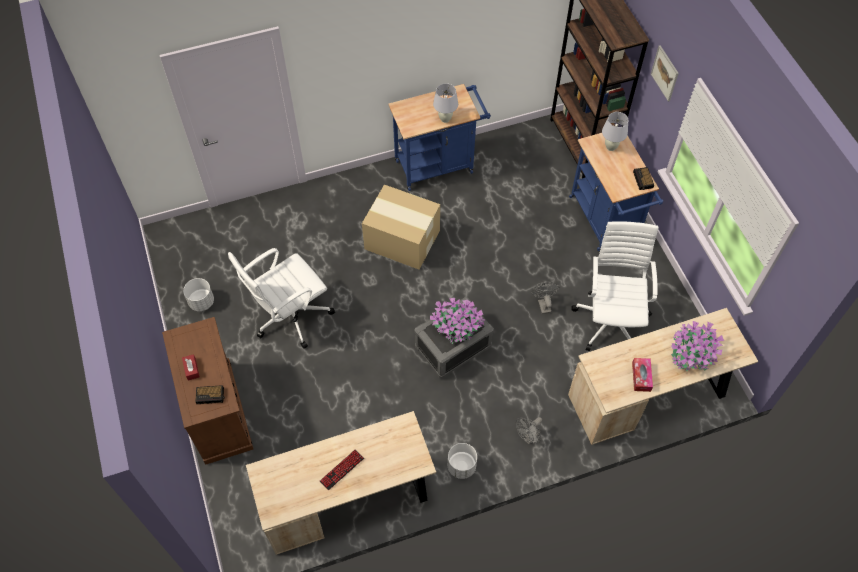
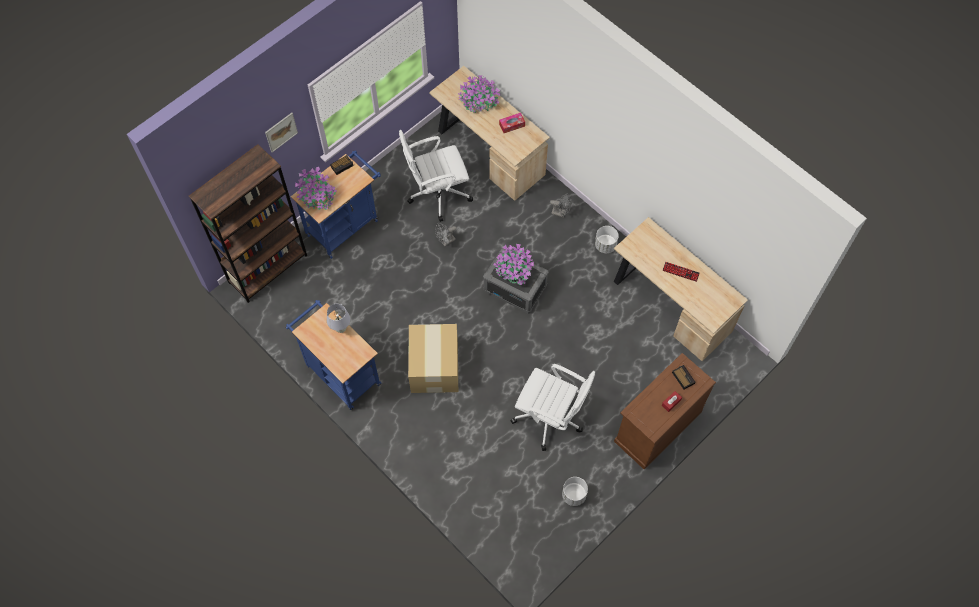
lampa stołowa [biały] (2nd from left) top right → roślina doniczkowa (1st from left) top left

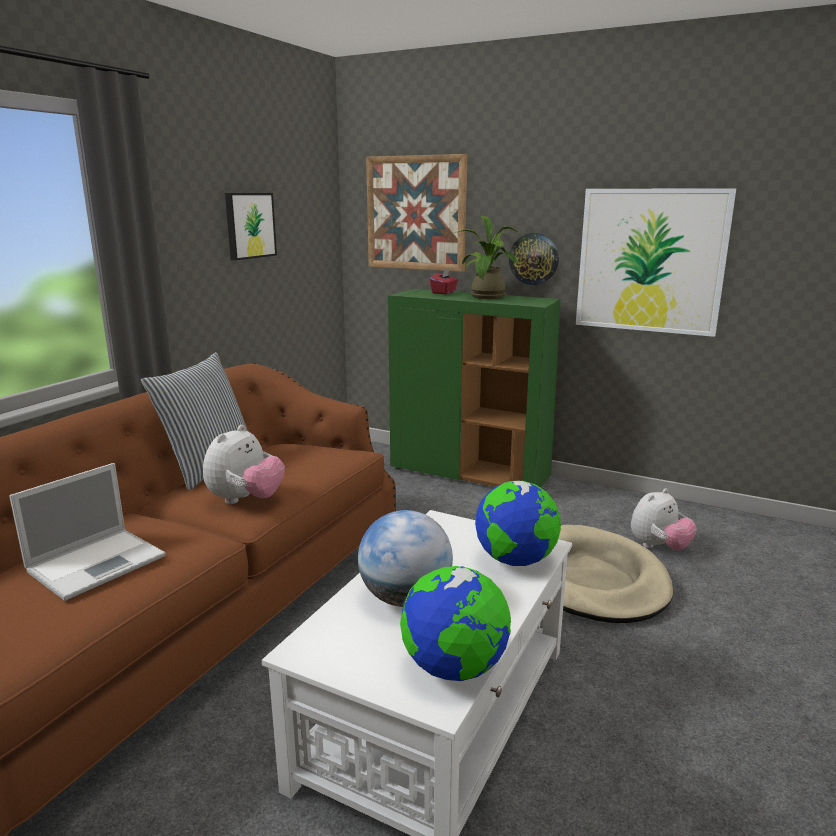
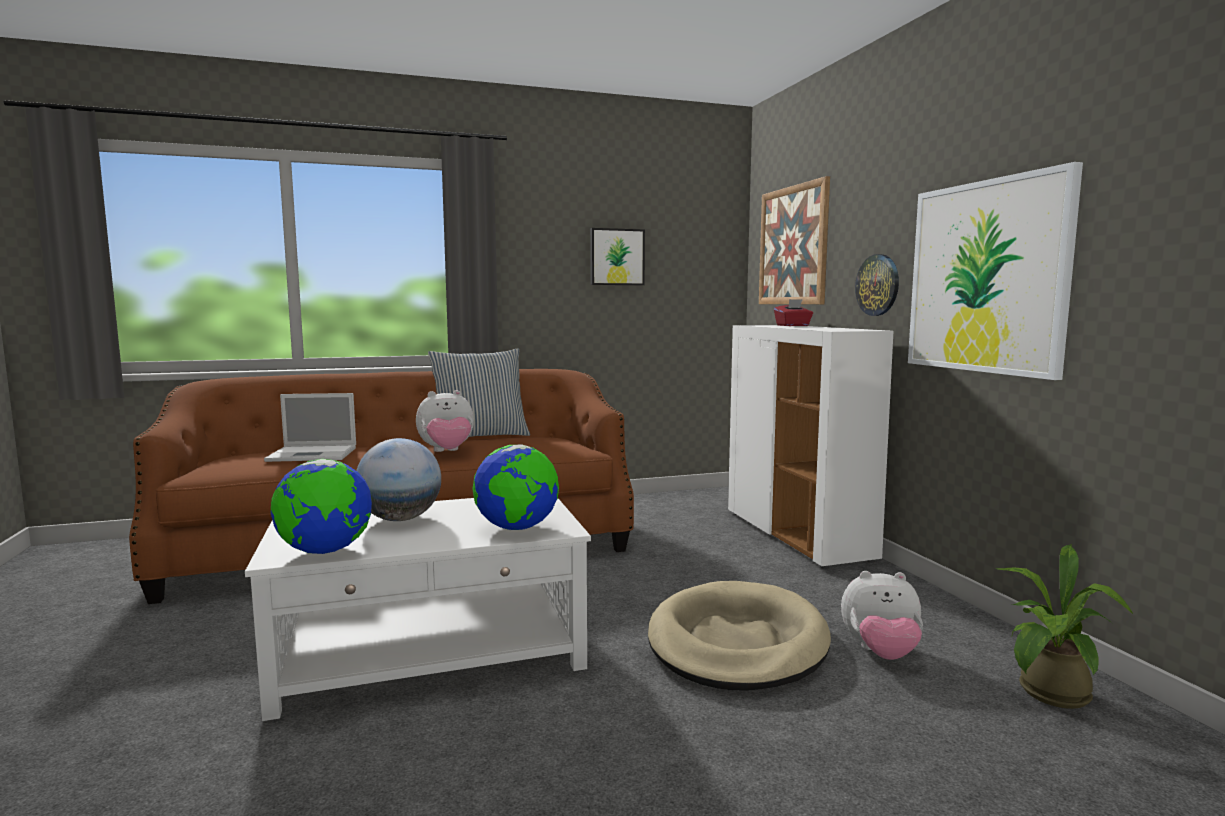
szafka [zielony] centre → szafka [biały] centre
roślina doniczkowa top centre → roślina doniczkowa bottom right, move

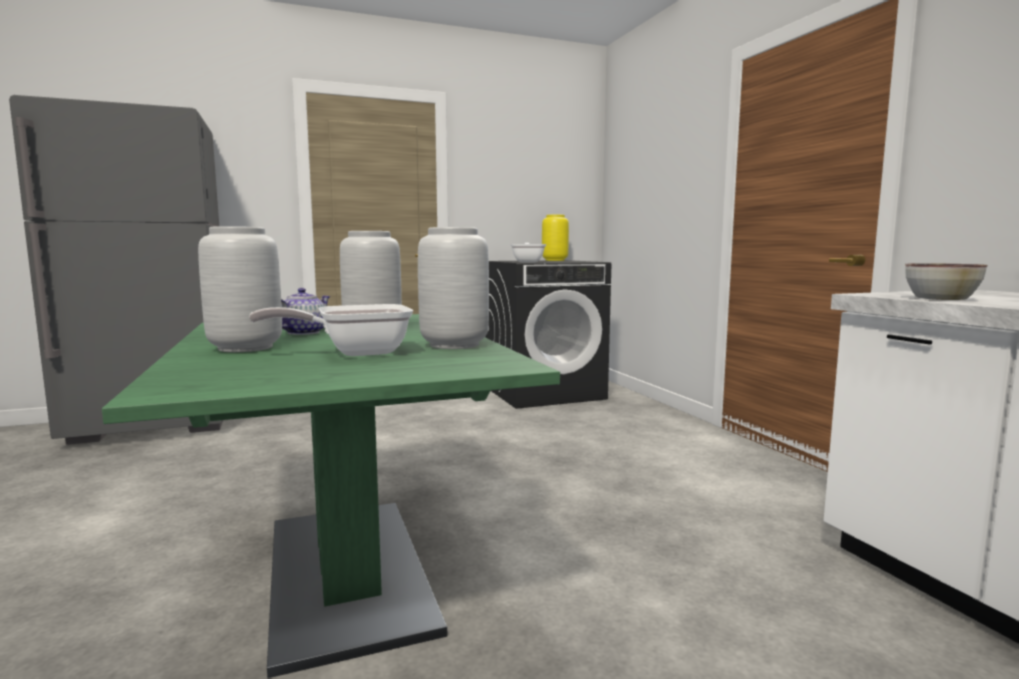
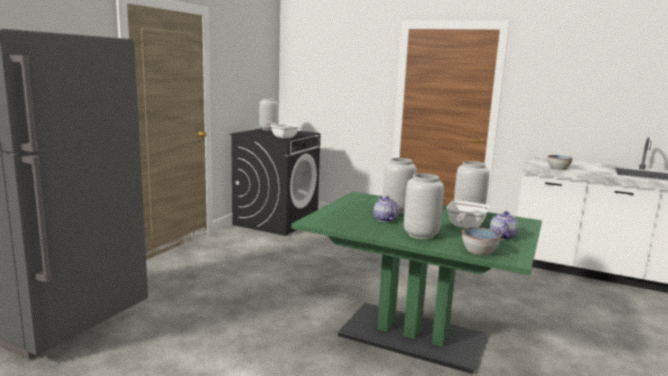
wazon [żółty] centre → wazon [szary] (1st from left) top centre
- → miska (1st from left) middle right
- → imbryk (2nd from left) middle right

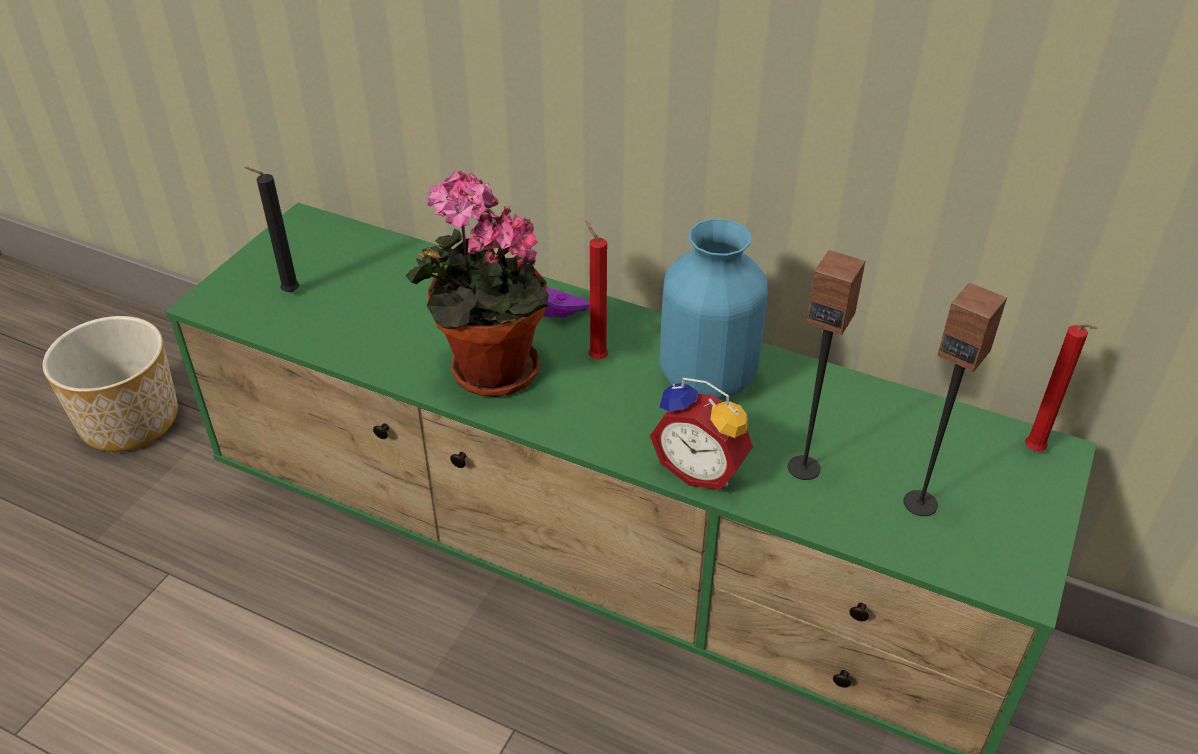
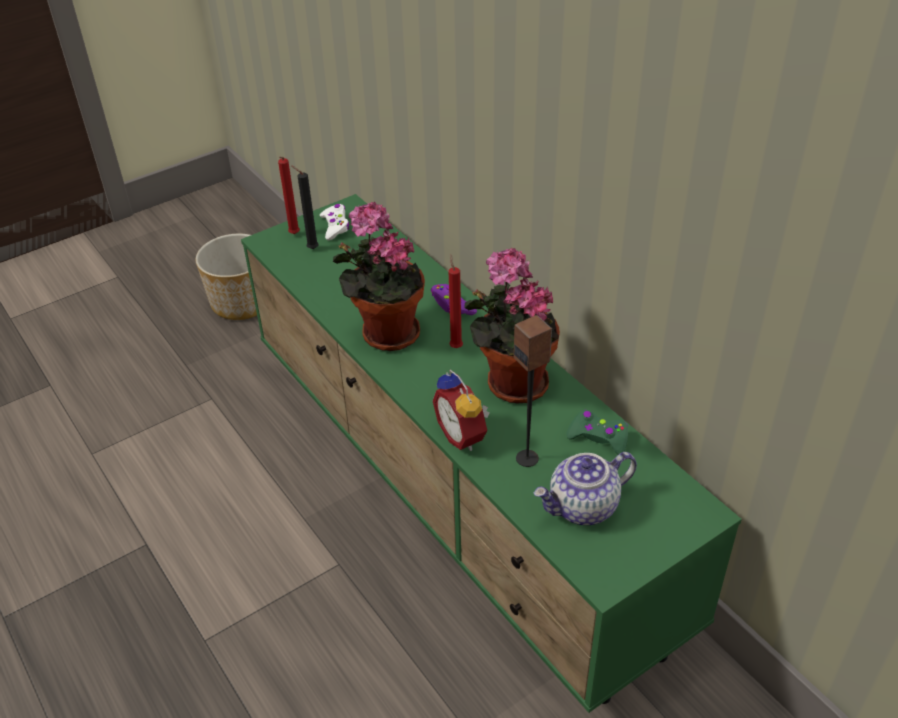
wazon [niebieski] centre → roślina doniczkowa (2nd from left) centre
głośnik (2nd from left) middle right → imbryk bottom centre
świeca [czerwony] (2nd from left in the first image) middle right → świeca [czerwony] (1st from left) top left, move
- → pad do gier [biały] top centre
- → pad do gier [zielony] centre

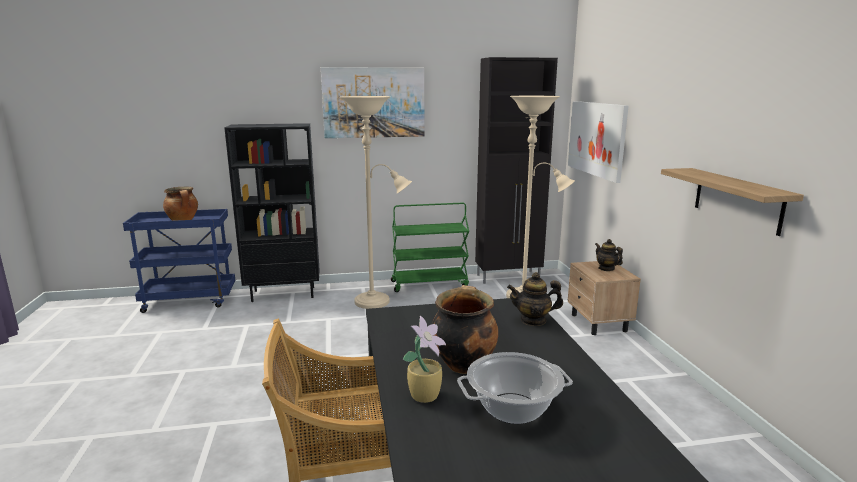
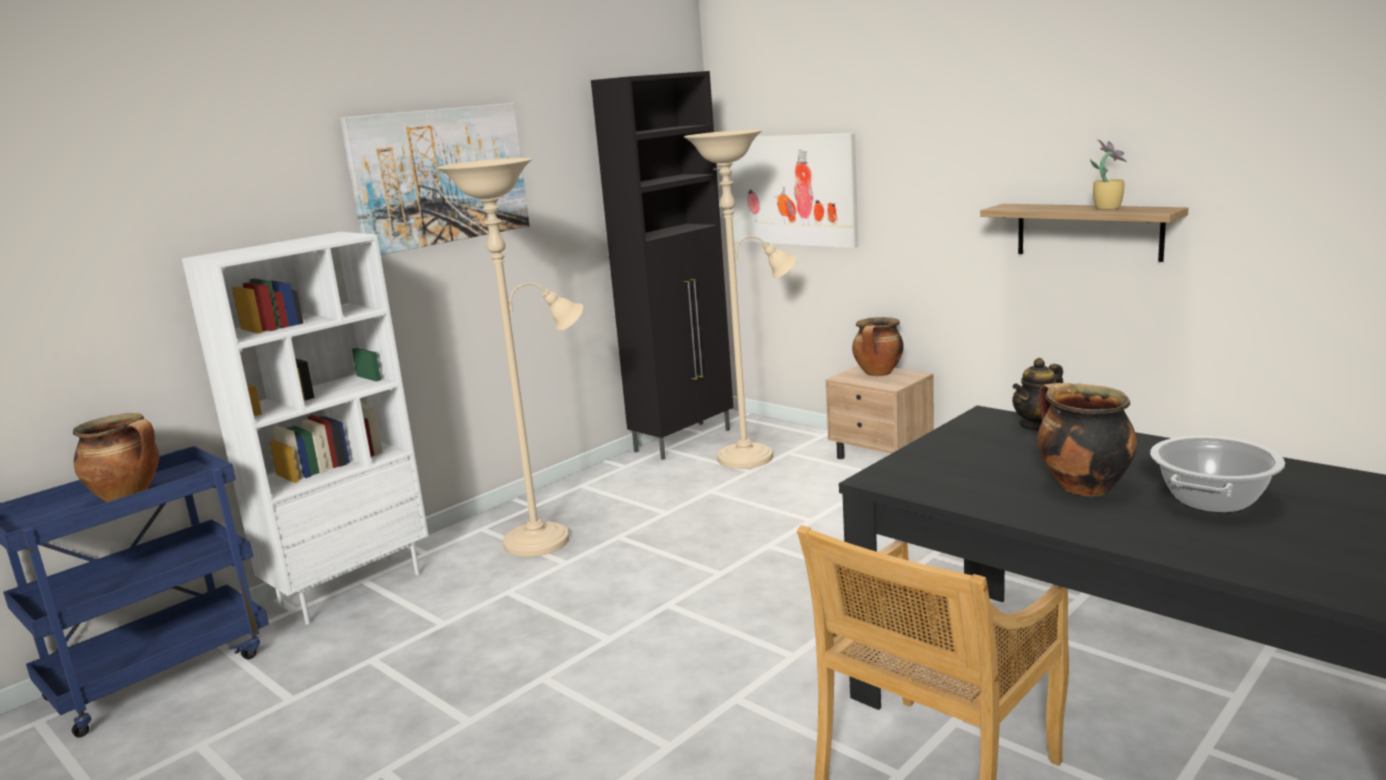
regał [czarny] middle left → regał [biały] middle left
wózek [zielony] centre → -
roślina doniczkowa bottom centre → roślina doniczkowa top right, move
imbryk (2nd from left) middle right → garnek (2nd from left) centre

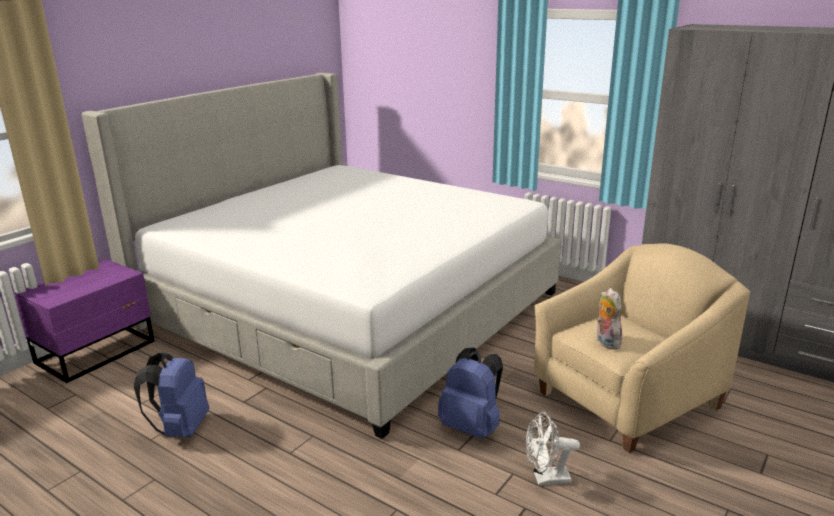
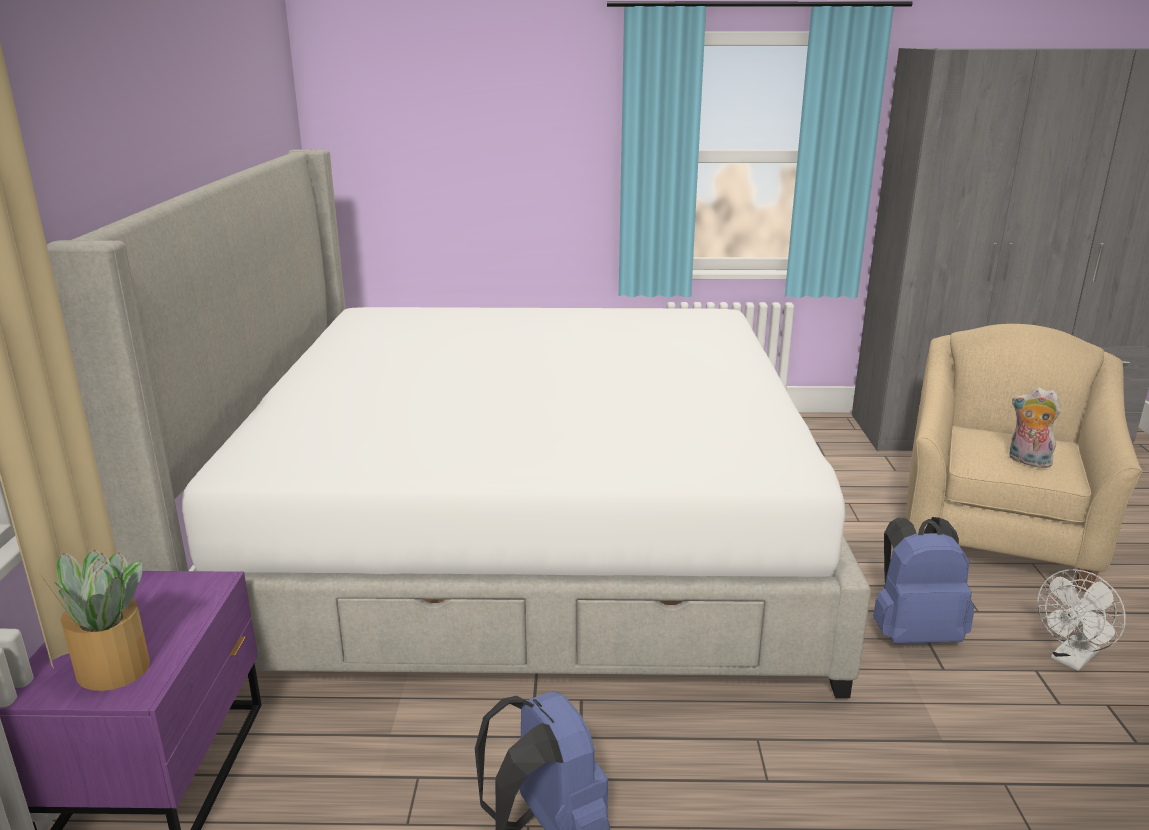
- → roślina doniczkowa bottom left

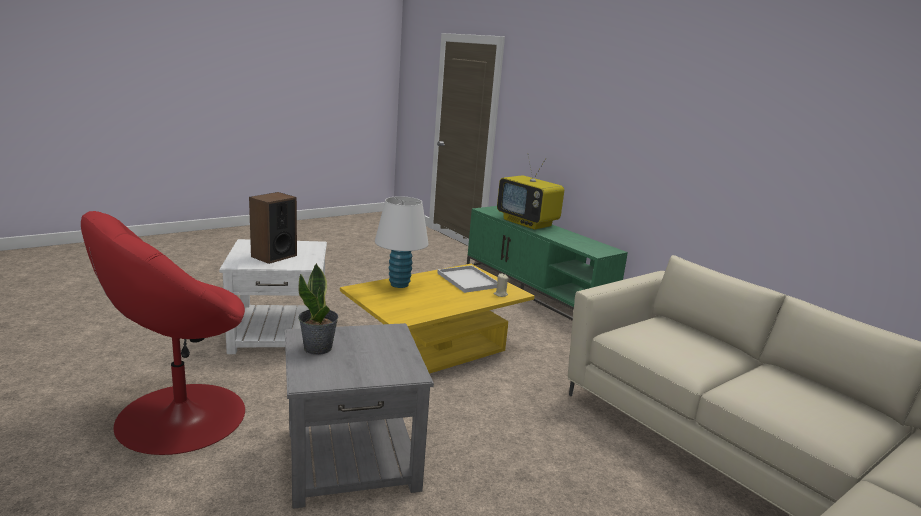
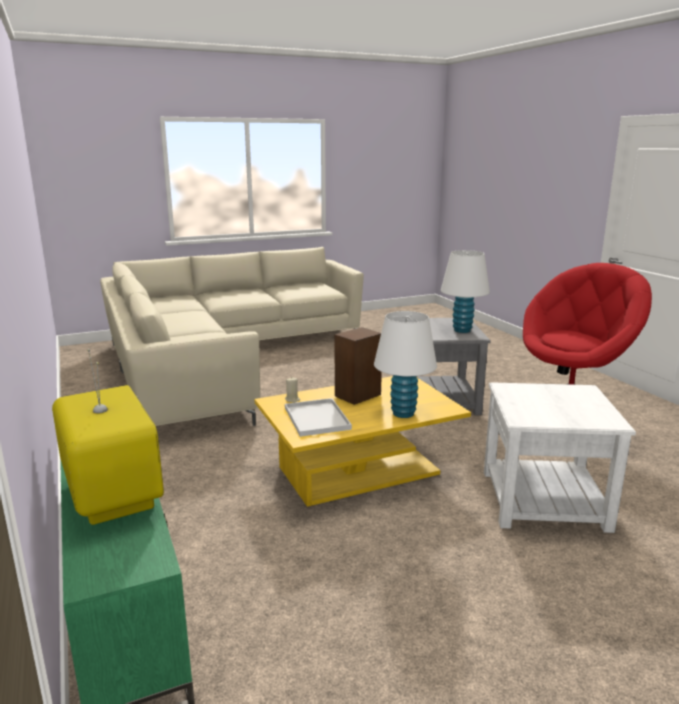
głośnik middle left → głośnik centre, move
roślina doniczkowa centre → lampa stołowa [biały] (2nd from left) middle right

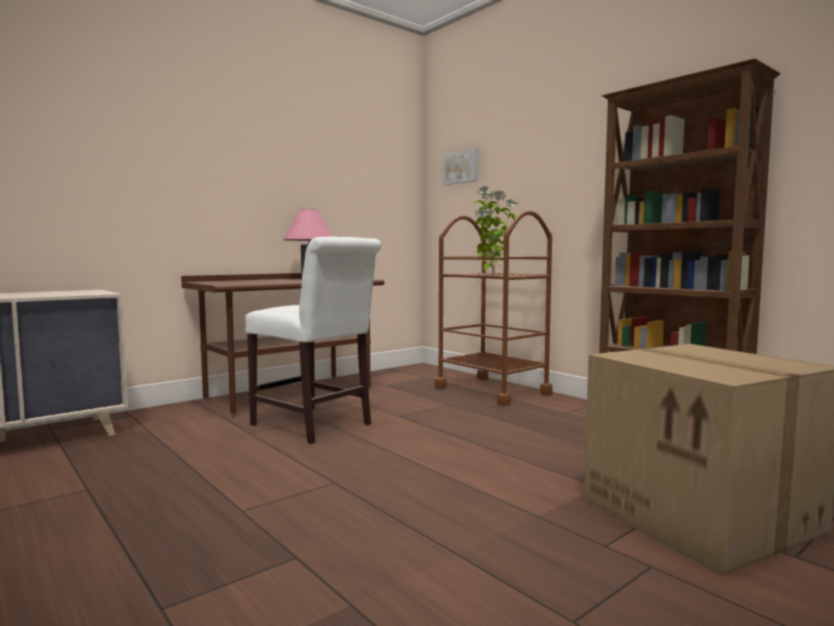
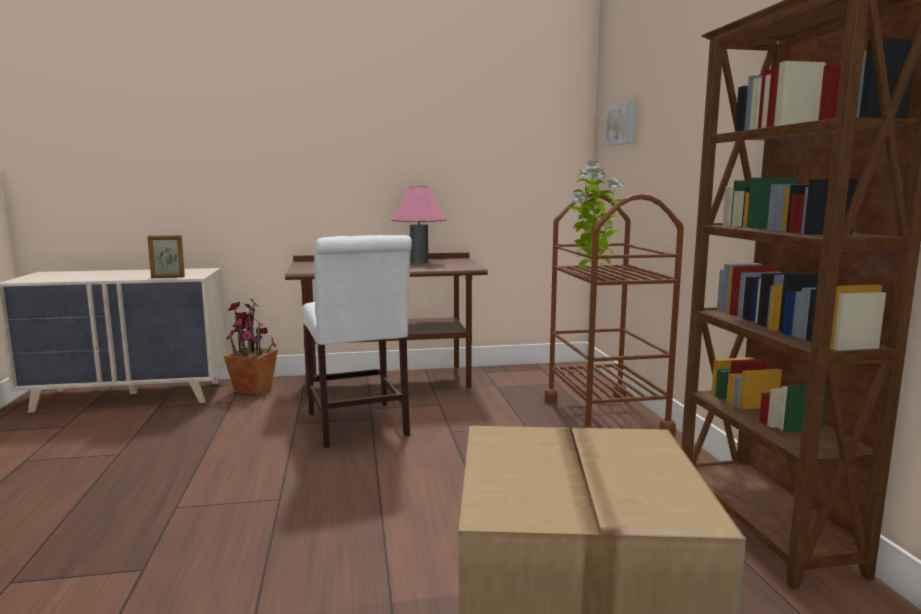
- → ramka na zdjęcie middle left
- → roślina doniczkowa (1st from left) middle left

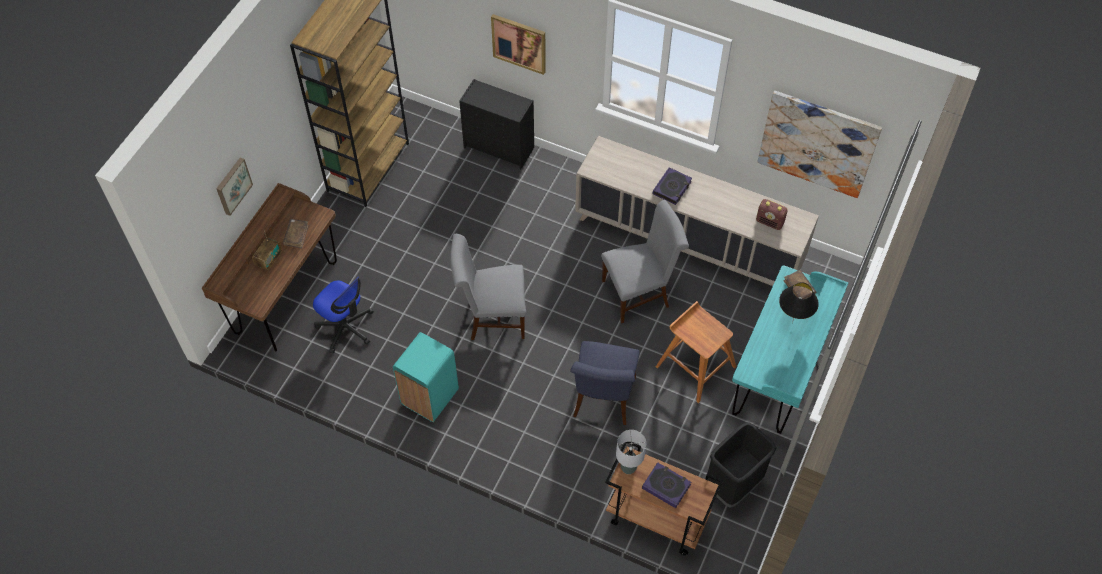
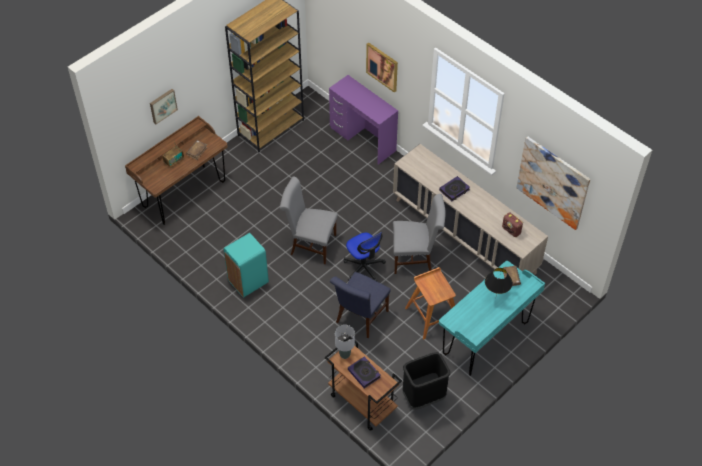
krzesło biurowe middle left → krzesło biurowe centre, move
komoda [czarny] top centre → biurko [fioletowy] top centre

